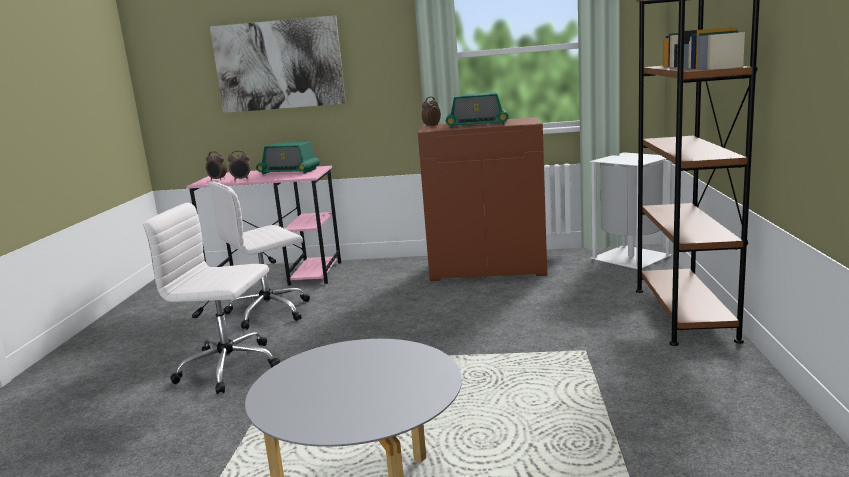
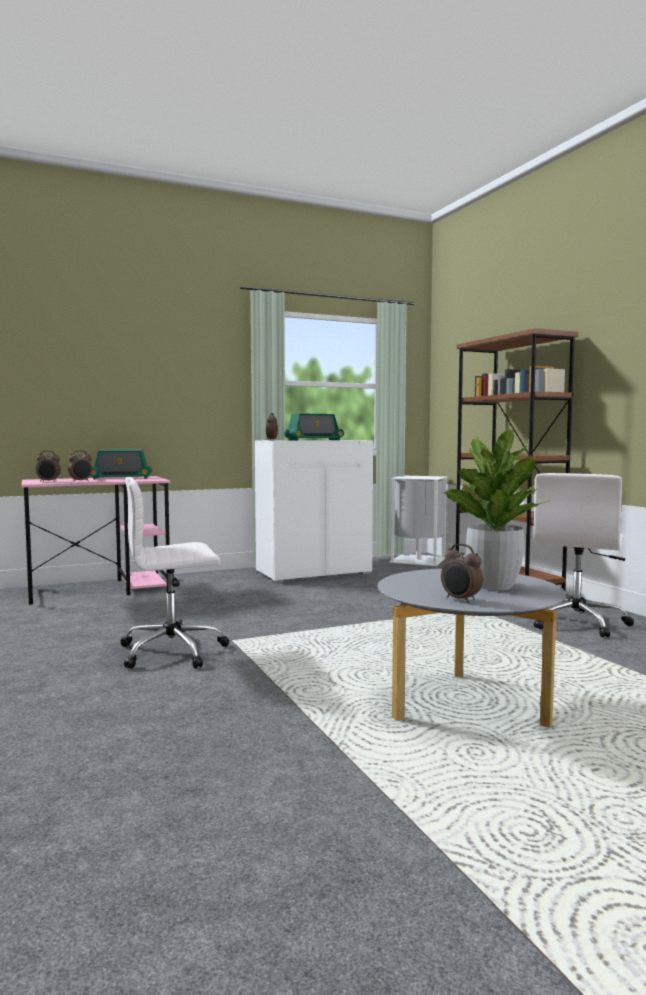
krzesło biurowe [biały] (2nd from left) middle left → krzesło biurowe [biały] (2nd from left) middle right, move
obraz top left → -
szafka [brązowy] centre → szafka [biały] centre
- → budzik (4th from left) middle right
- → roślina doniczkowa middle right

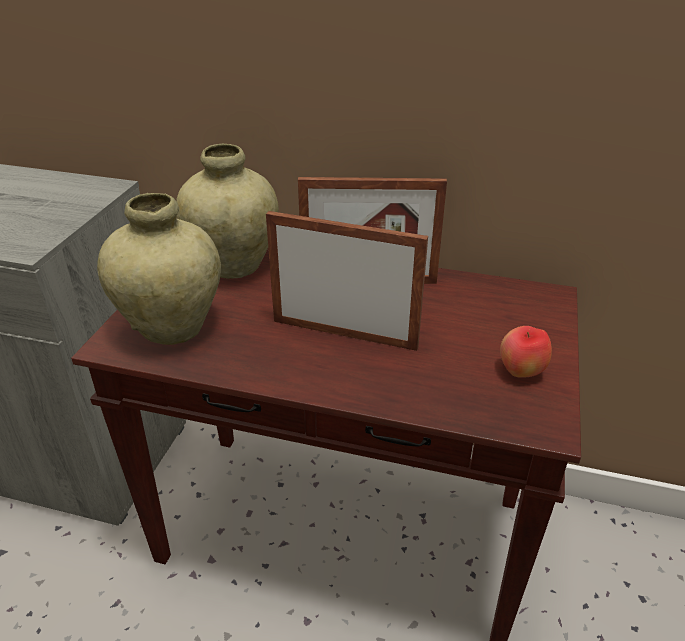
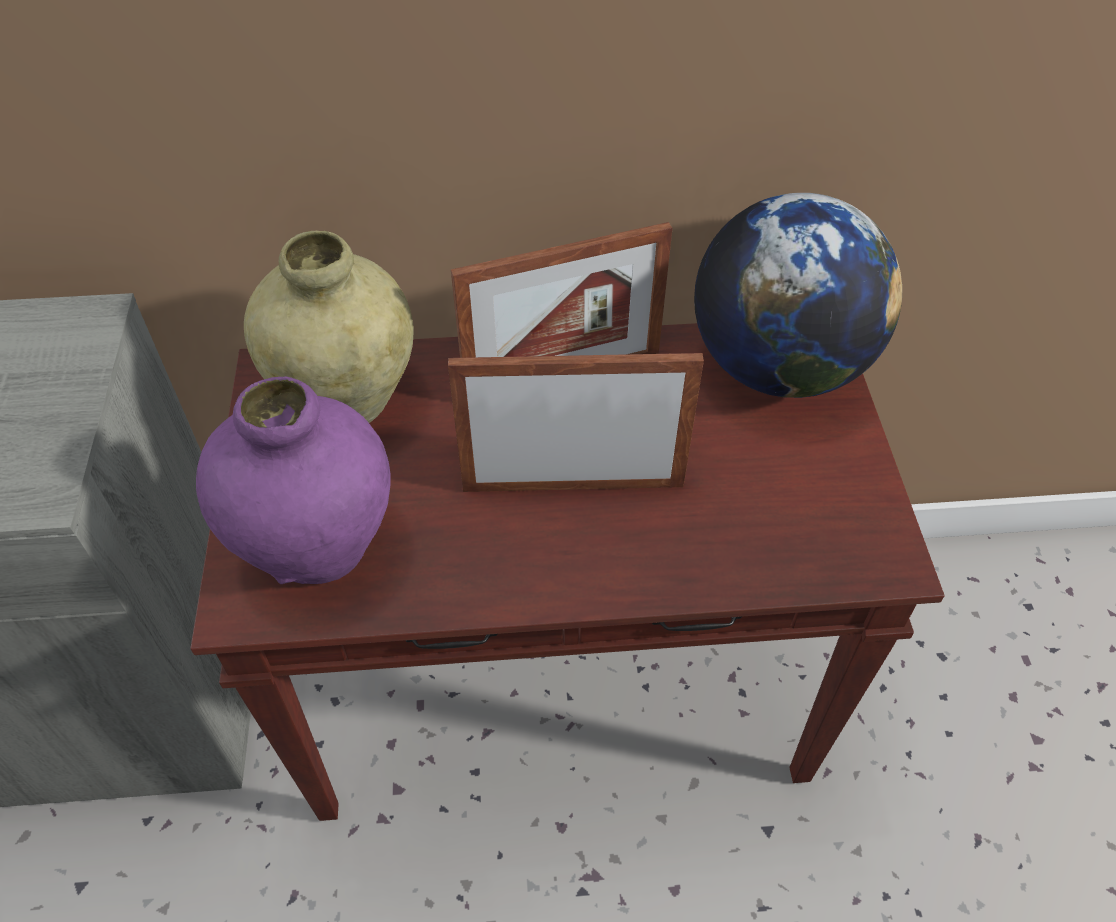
wazon [beżowy] (1st from left) middle left → wazon [fioletowy] middle left
jabłko middle right → -
- → globus top right

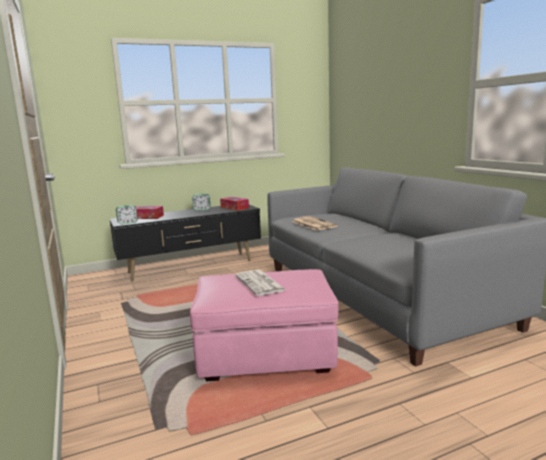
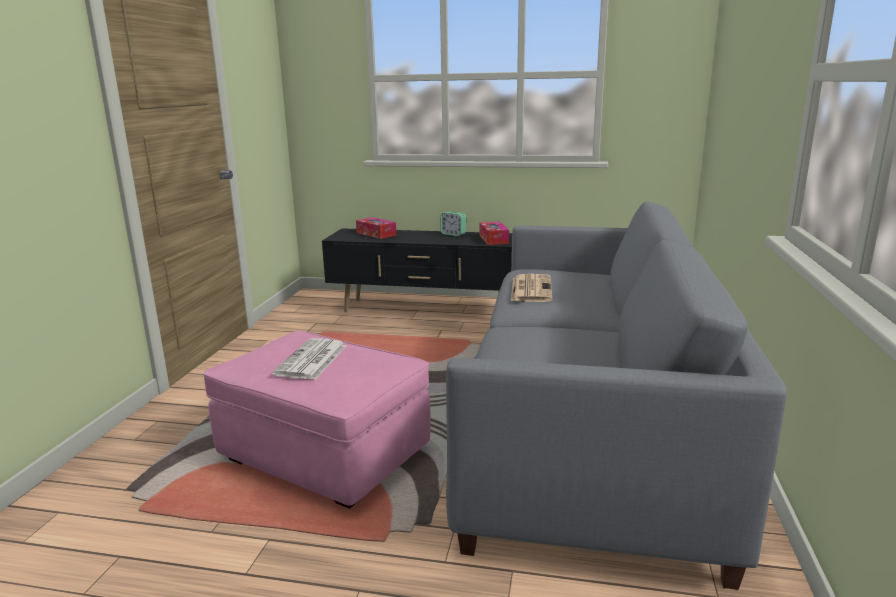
budzik (1st from left) middle left → -

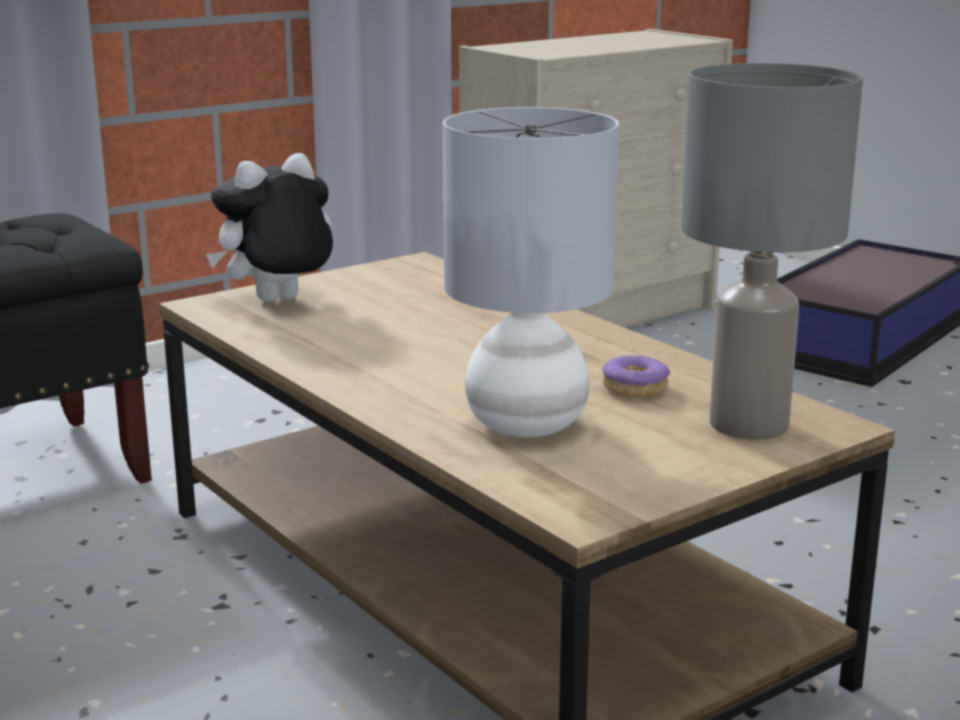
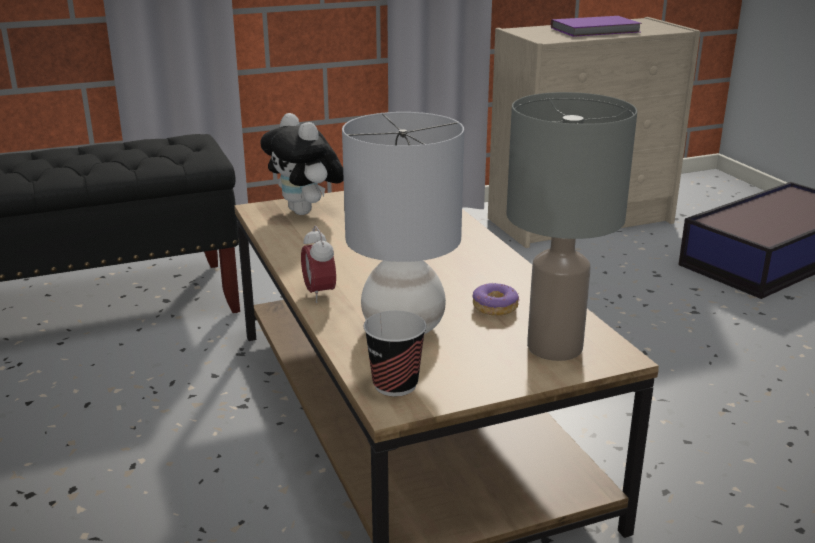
pluszak top left → pluszak top centre, 105 degrees counterclockwise
- → budzik centre
- → filiżanka centre
- → książka [fioletowy] top right

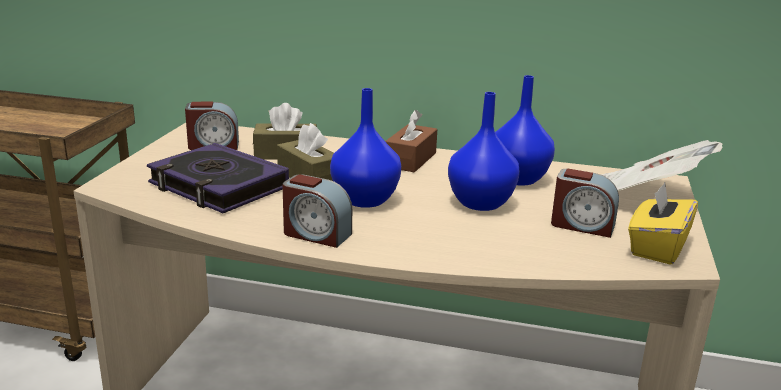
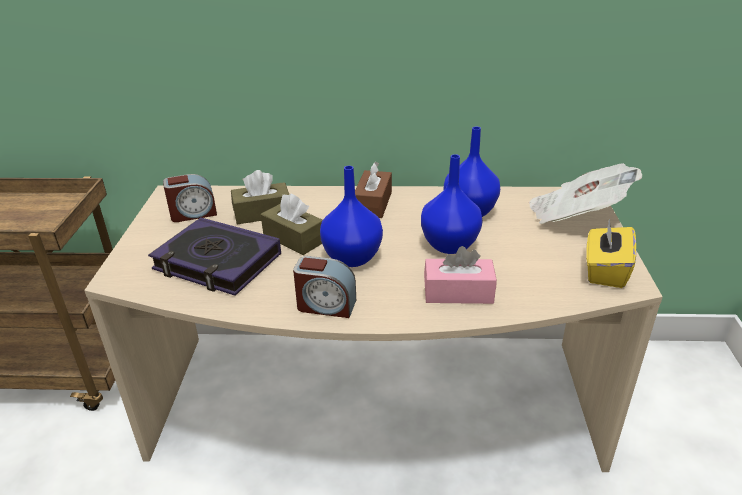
budzik (3rd from left) middle right → -
- → pudełko chusteczek [różowy] centre

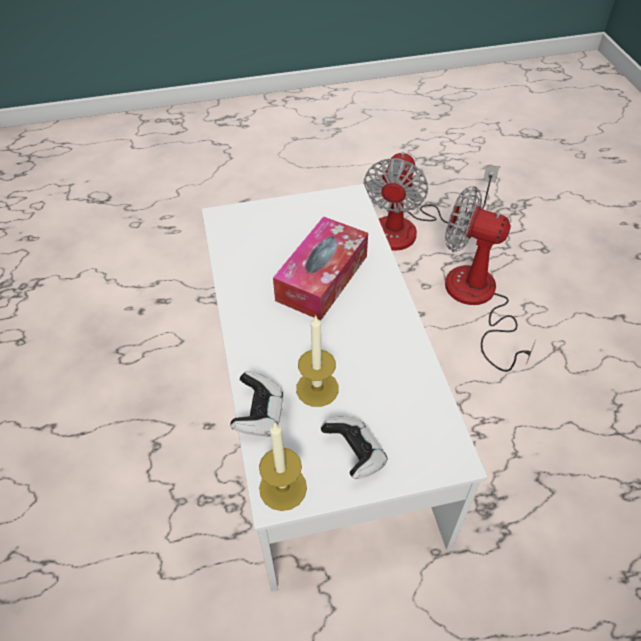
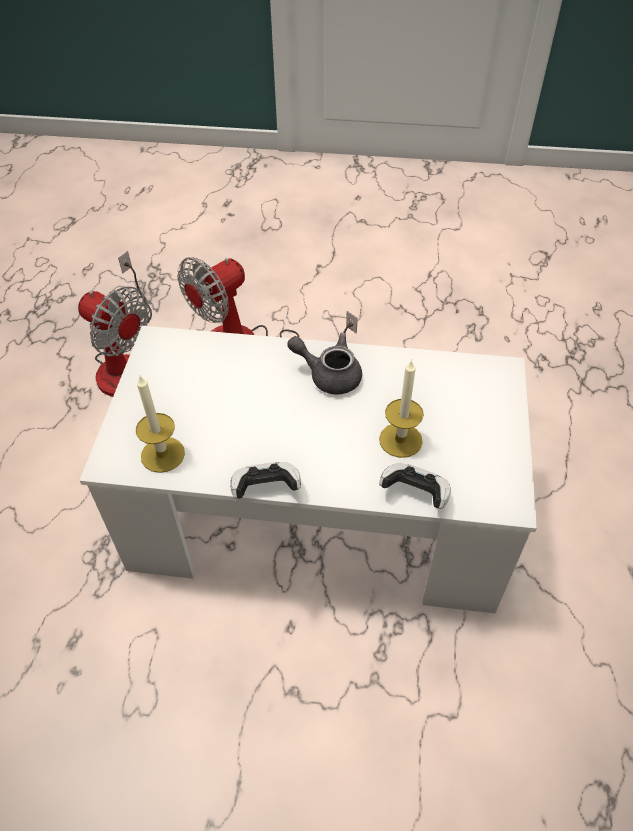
świeca (1st from left) bottom centre → świeca (1st from left) middle left, move
pudełko chusteczek centre → -
pad do gier (2nd from left in the first image) bottom centre → pad do gier (1st from left) centre, move
- → imbryk [szary] centre

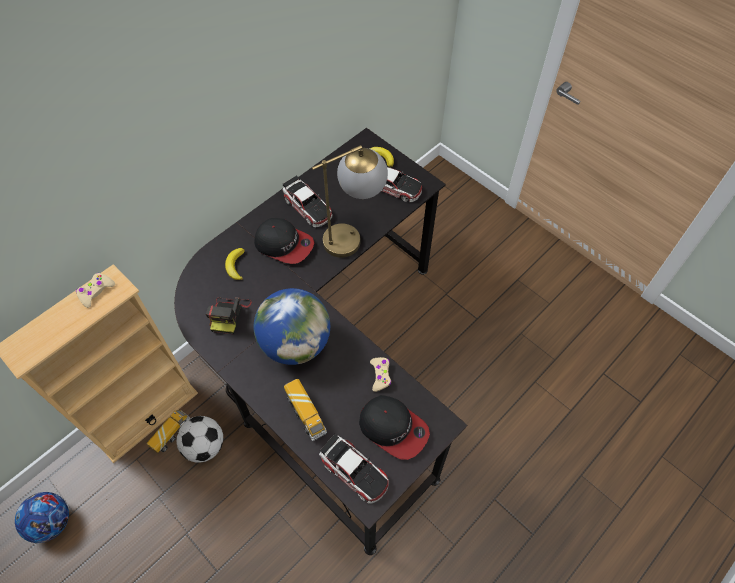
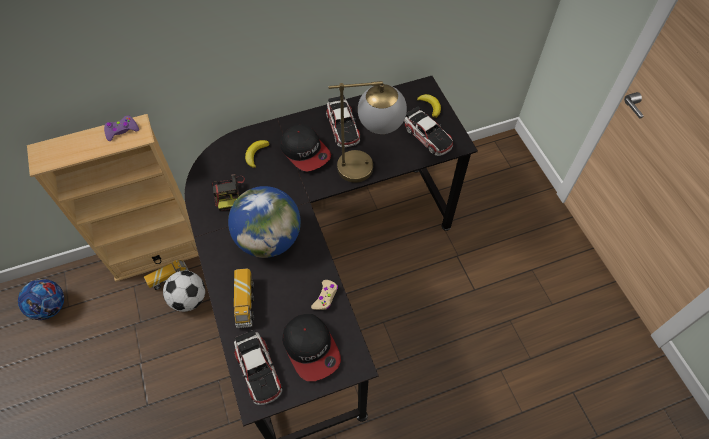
pad do gier [beżowy] (1st from left) middle left → pad do gier [fioletowy] top left
aparat fotograficzny middle left, 45 degrees counterclockwise

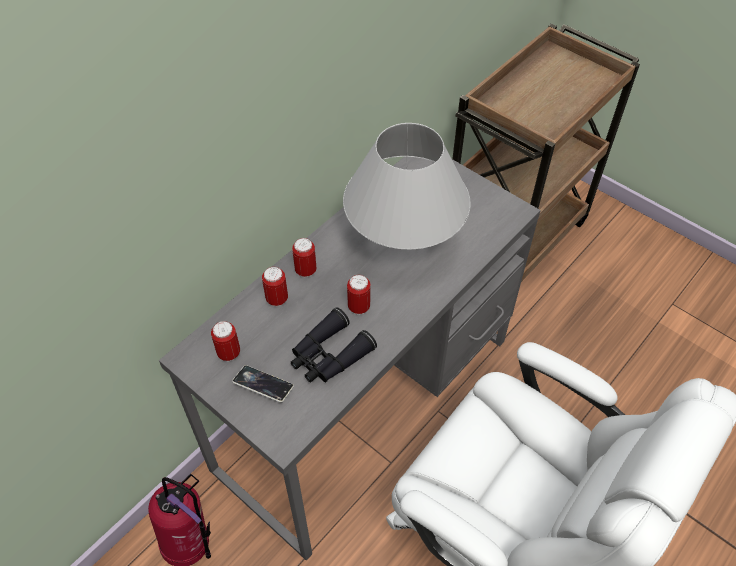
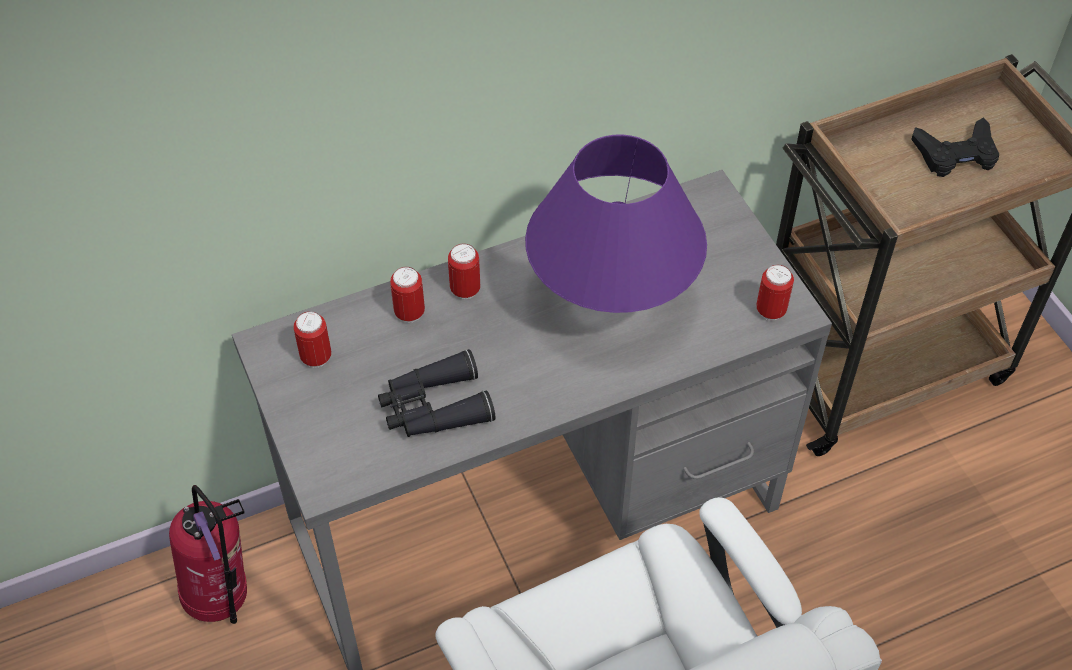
telefon bottom centre → -
lampa stołowa [biały] top centre → lampa stołowa [fioletowy] top centre
puszka (4th from left) centre → puszka (4th from left) middle right, move
- → pad do gier [czarny] top right

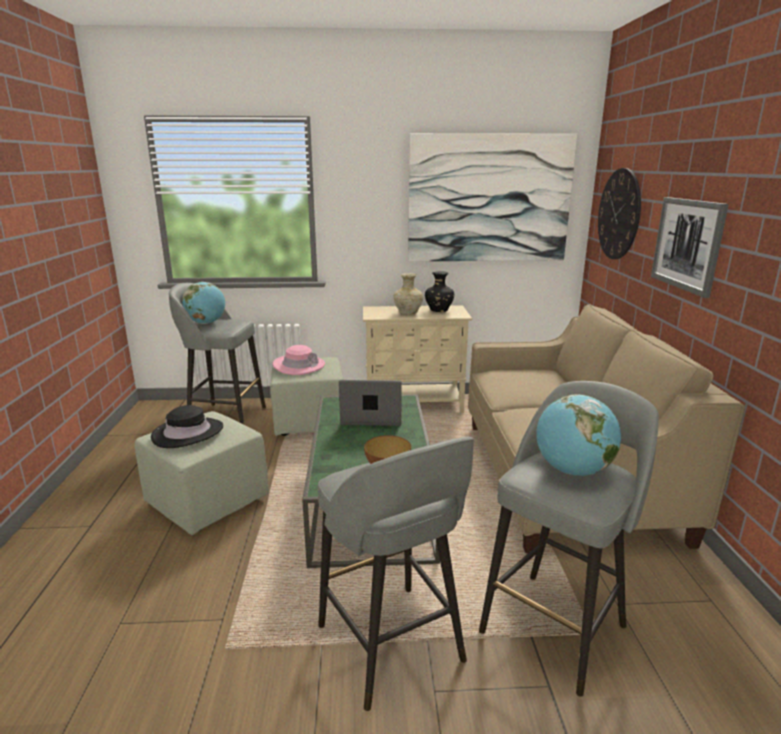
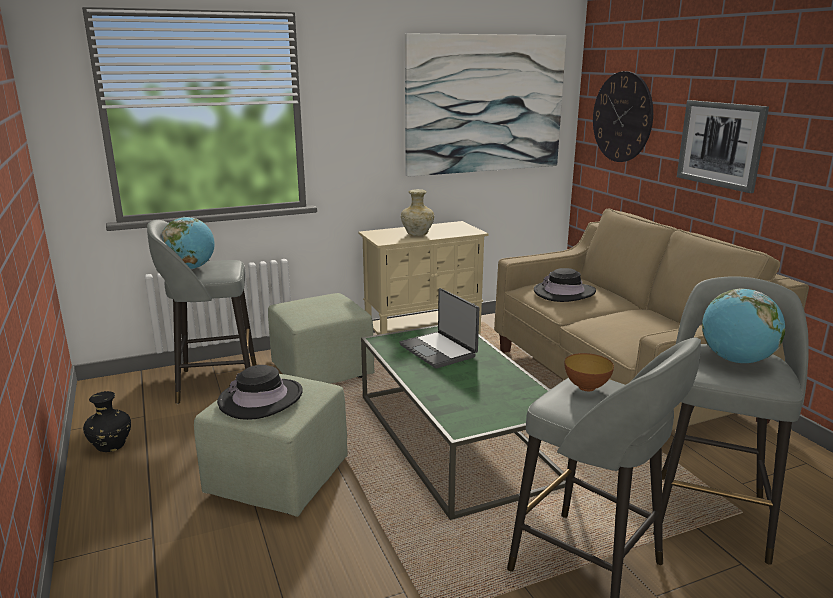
kapelusz [różowy] centre → -
laptop centre, 105 degrees counterclockwise
wazon [czarny] centre → wazon [czarny] bottom left, move
- → kapelusz [czarny] (2nd from left) middle right

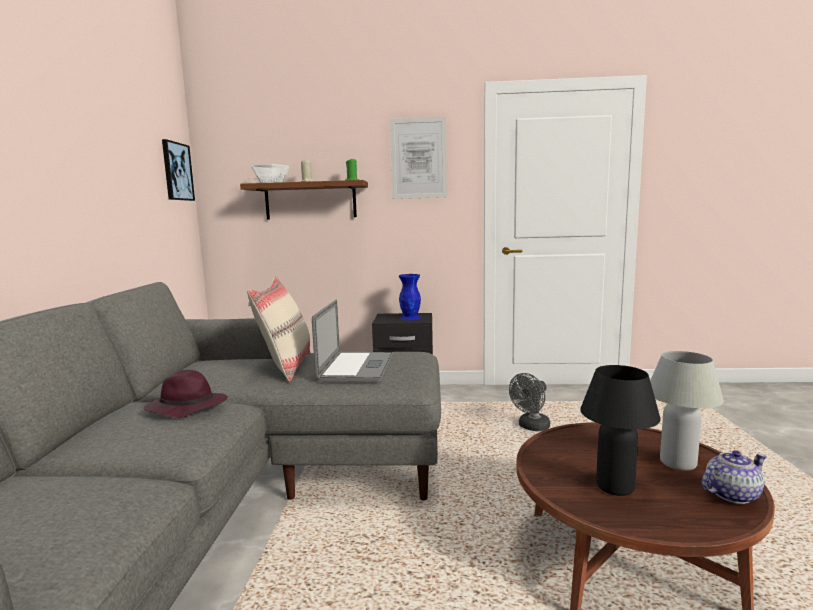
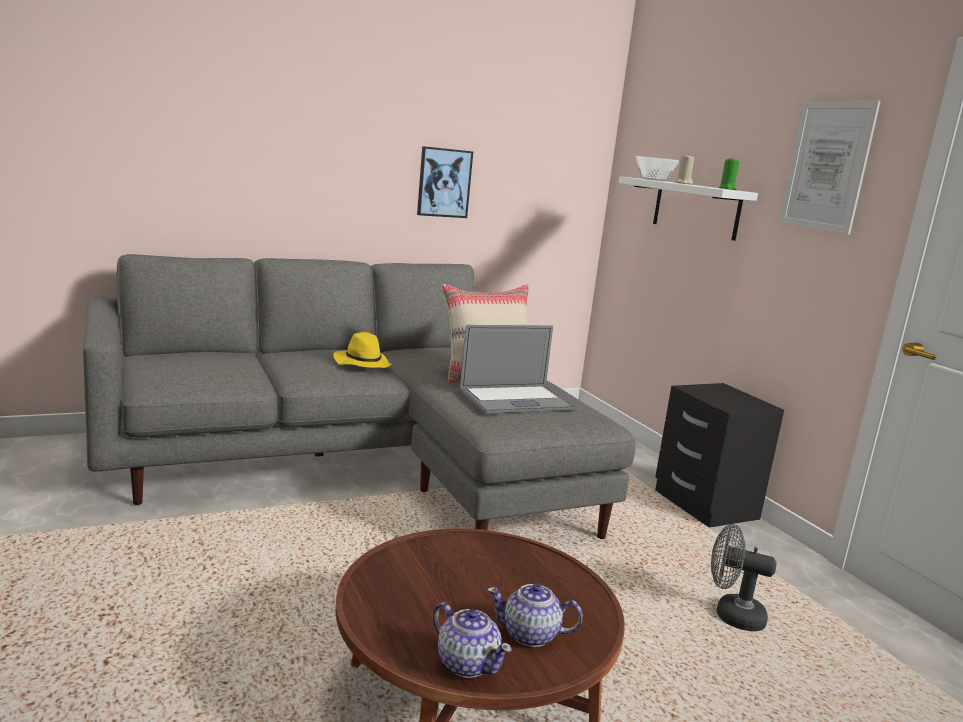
kapelusz [fioletowy] middle left → kapelusz [żółty] centre
obraz (1st from left) top left → obraz (1st from left) top centre, move
półka [brązowy] top centre → półka [biały] top right
wazon [niebieski] centre → -
lampa stołowa [czarny] bottom right → -
lampa stołowa [biały] bottom right → imbryk (2nd from left) bottom centre

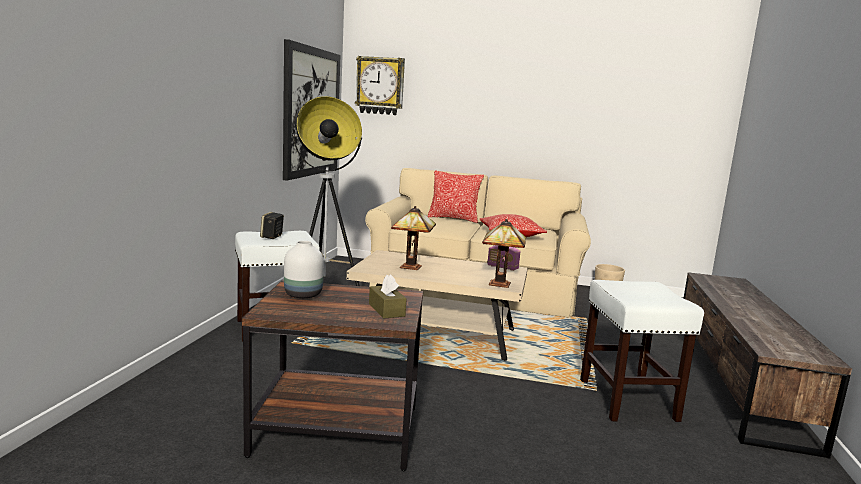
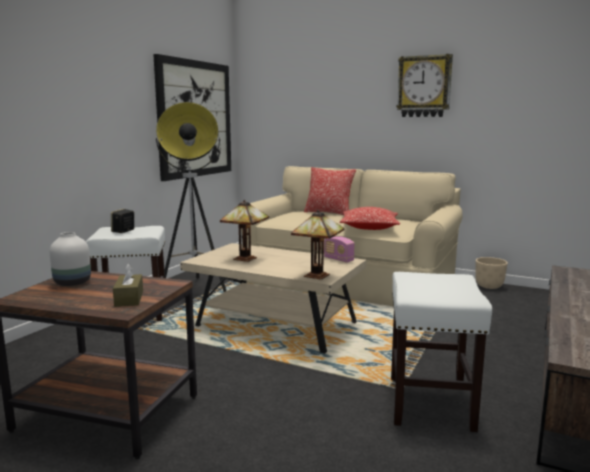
zegar ścienny top centre → zegar ścienny top right, move

